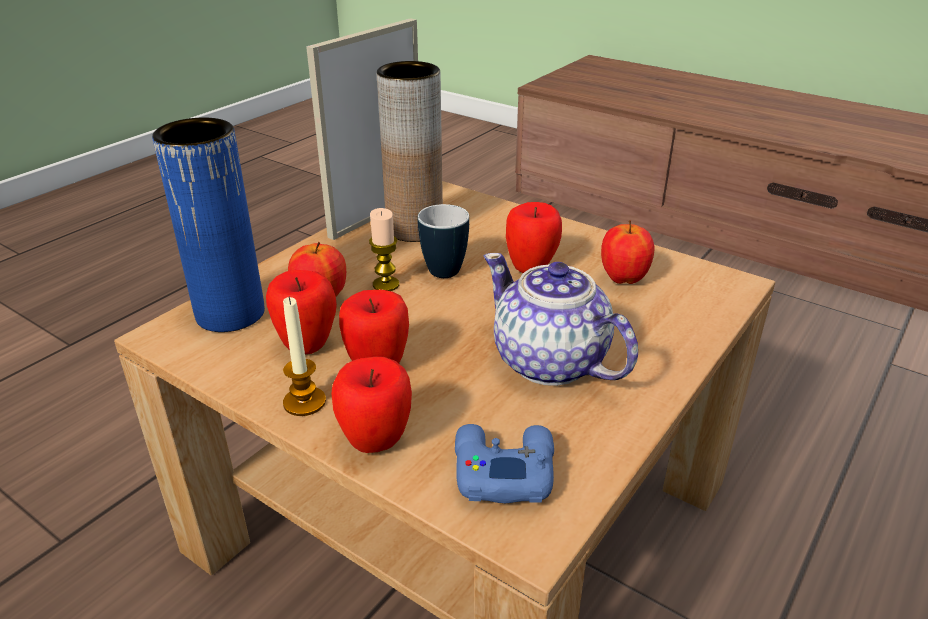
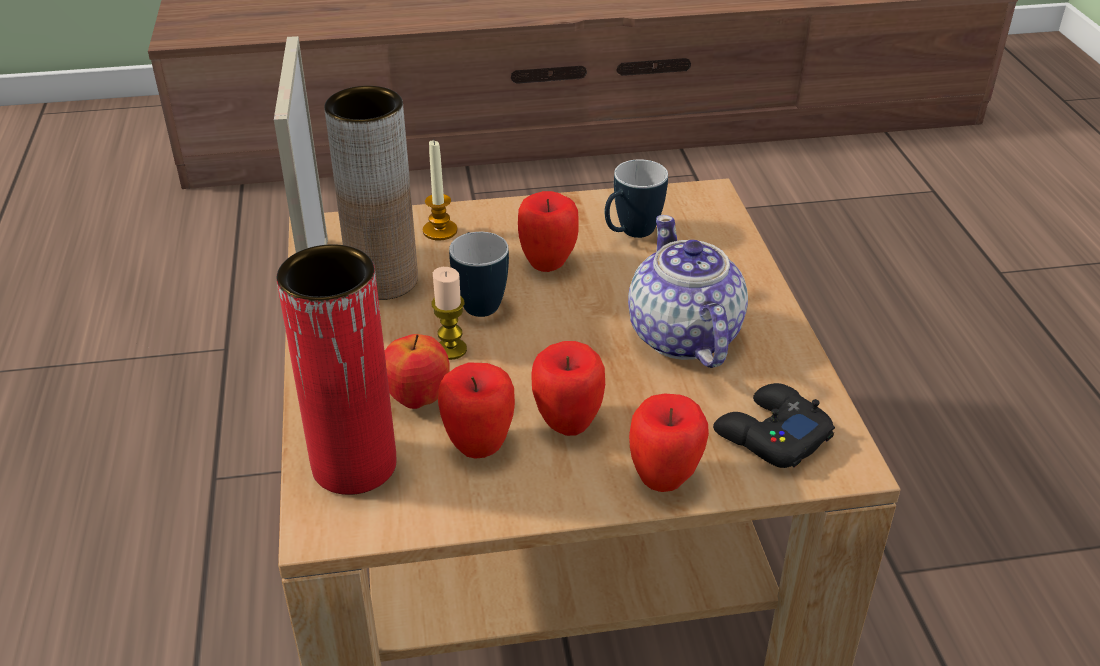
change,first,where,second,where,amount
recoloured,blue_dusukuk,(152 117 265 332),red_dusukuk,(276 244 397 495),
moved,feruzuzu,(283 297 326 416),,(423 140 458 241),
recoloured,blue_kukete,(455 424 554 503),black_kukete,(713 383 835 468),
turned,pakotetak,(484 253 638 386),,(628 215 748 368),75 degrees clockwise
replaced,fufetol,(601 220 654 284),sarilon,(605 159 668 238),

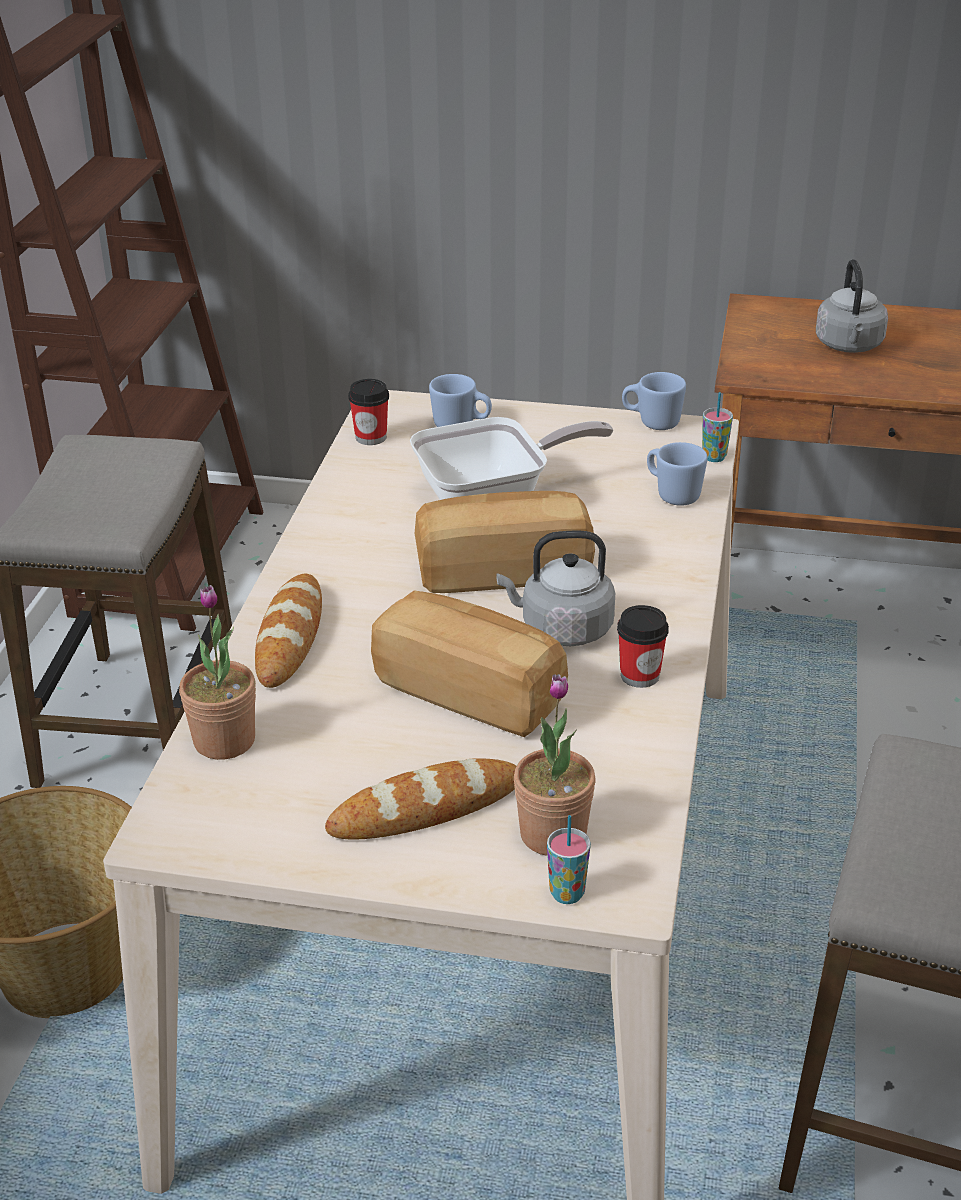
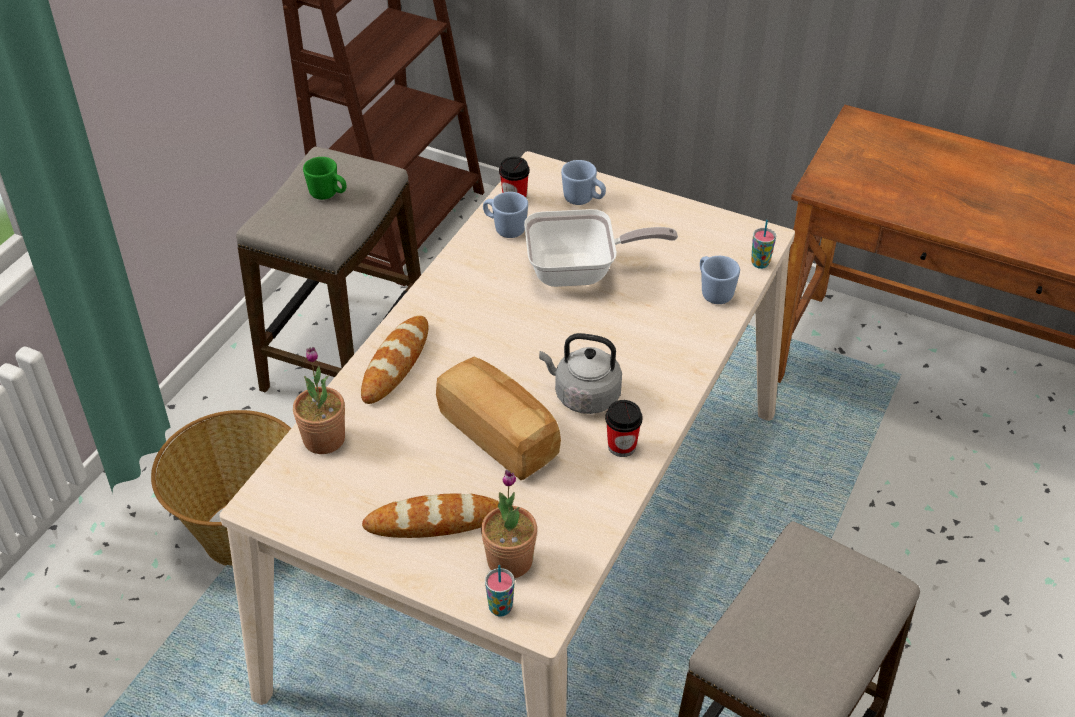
change,first,where,second,where,amount
removed,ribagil,(415 491 595 593),,,
moved,blue_sarilon,(622 372 686 430),,(483 192 528 238),
removed,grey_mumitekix,(816 259 888 353),,,
added,,,green_sarilon,(303 157 346 200),

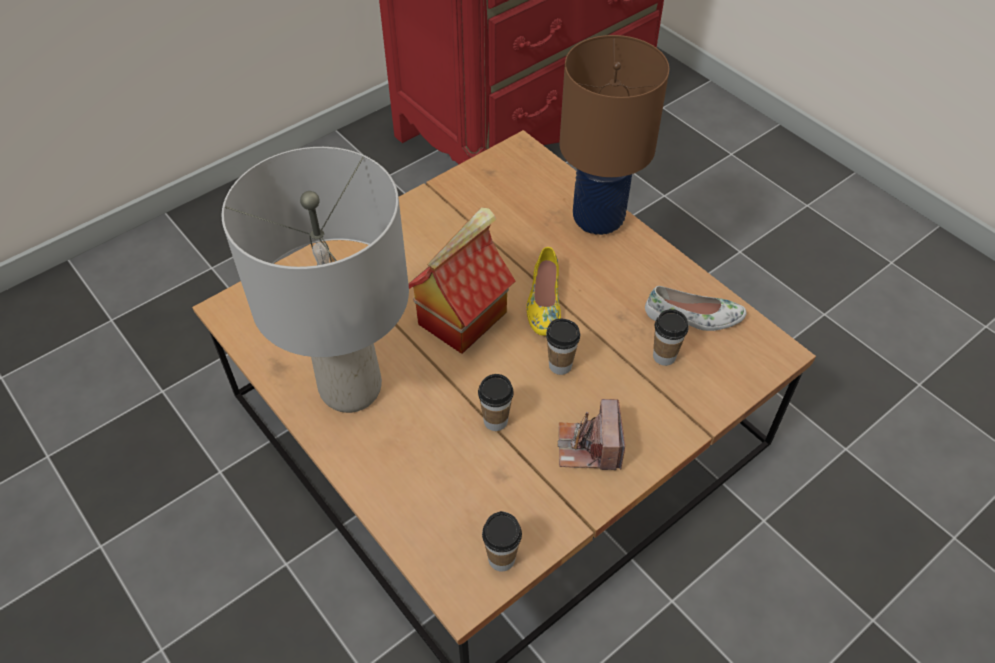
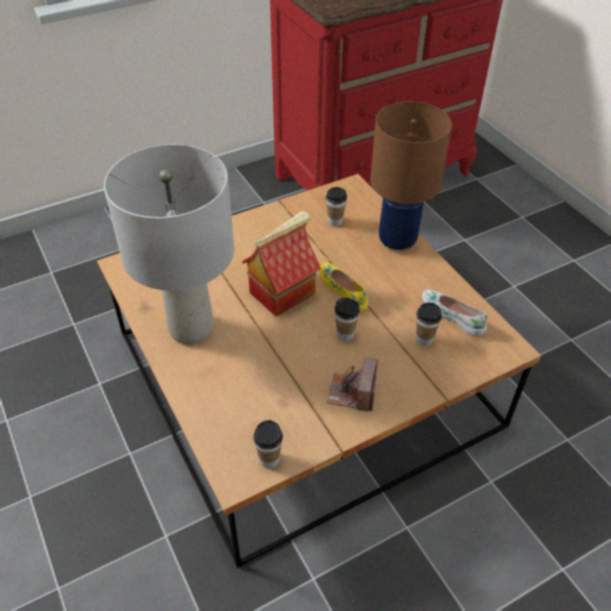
change,first,where,second,where,amount
moved,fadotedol,(478 374 514 431),,(326 187 347 226),
turned,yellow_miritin,(526 247 561 336),,(320 262 368 312),135 degrees clockwise
turned,white_miritin,(645 286 747 331),,(422 289 487 337),150 degrees counterclockwise

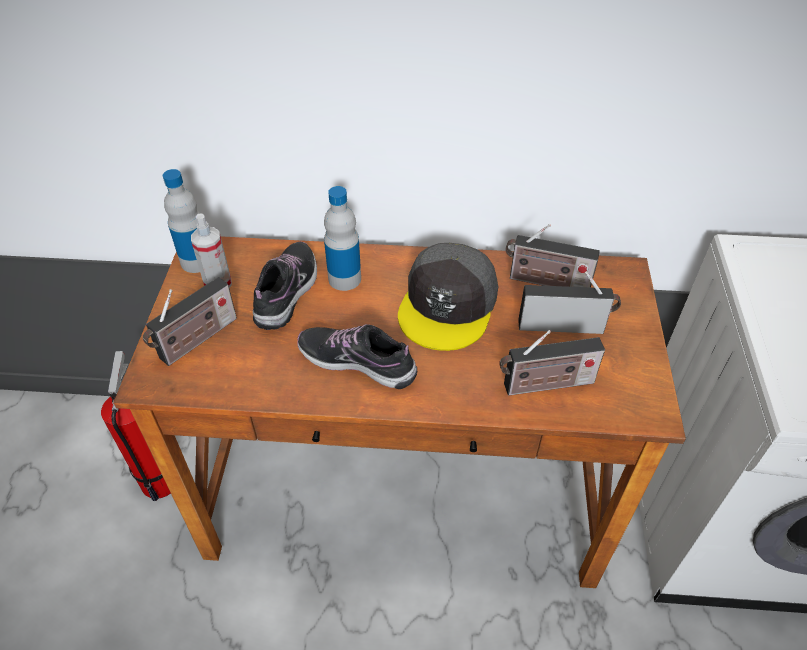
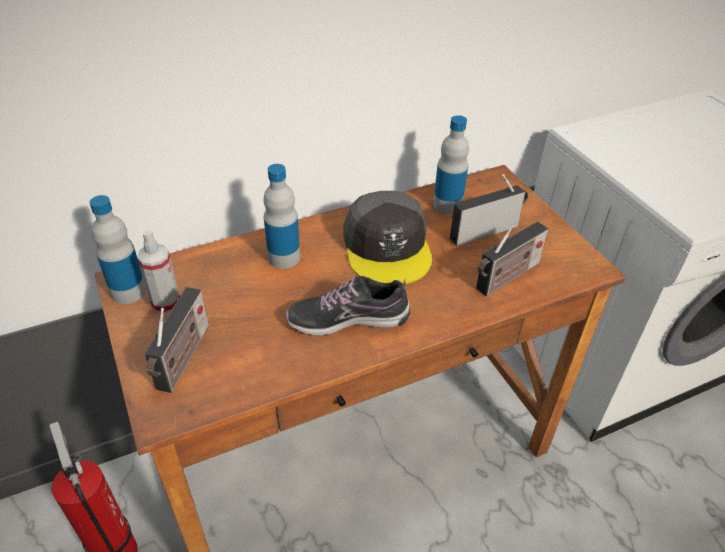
change,first,where,second,where,amount
removed,miritin,(253 242 317 330),,,
replaced,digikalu,(505 224 600 288),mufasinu,(433 115 469 214),

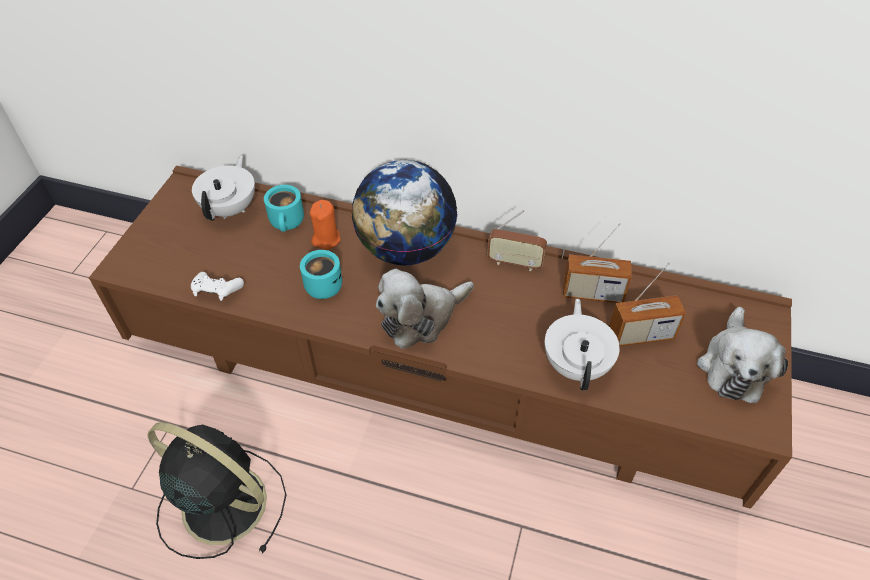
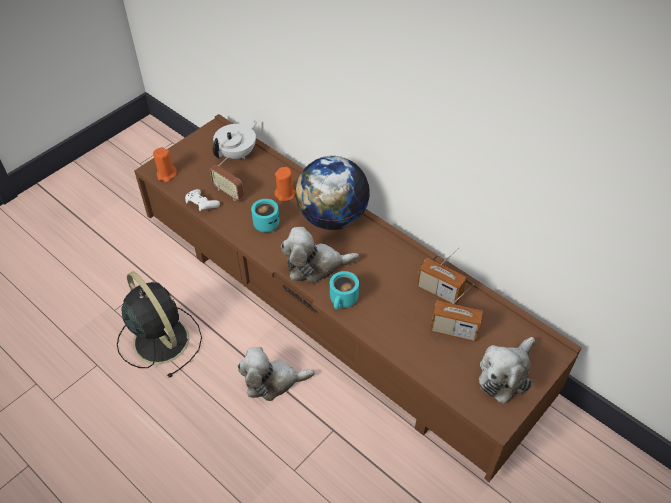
change,first,where,second,where,amount
moved,turquoise_sarilon,(264 185 304 232),,(330 271 359 309),
moved,digikalu,(487 210 547 271),,(210 157 244 201),
removed,white_pakotetak,(545 299 620 391),,,
added,,,orange_feruzuzu,(153 147 177 182),
added,,,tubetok,(238 347 315 401),

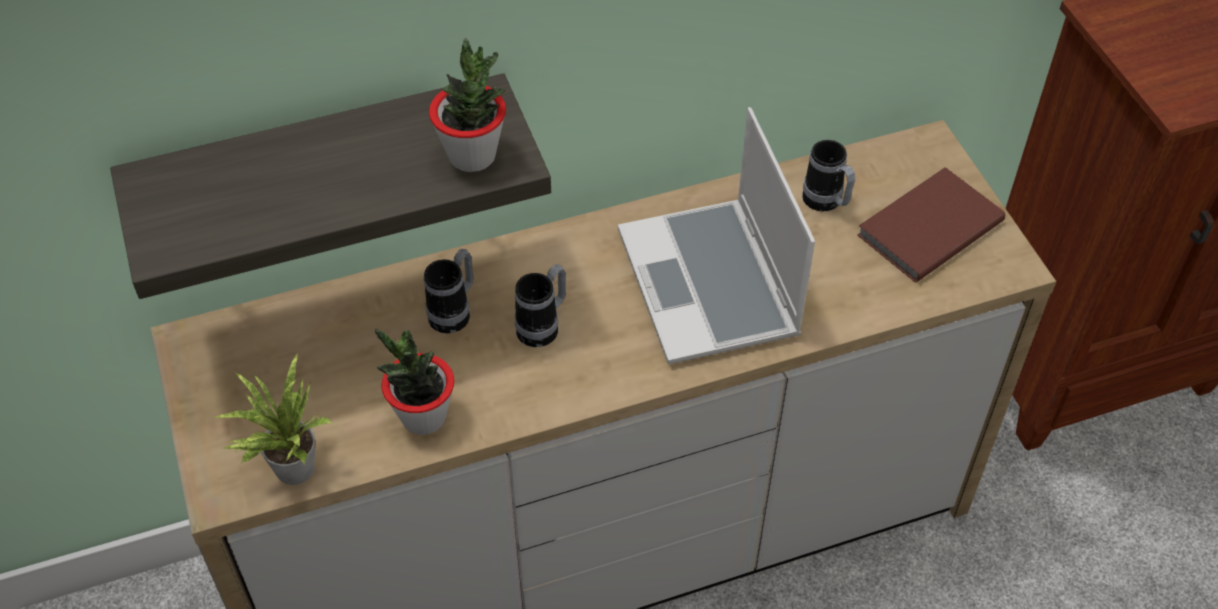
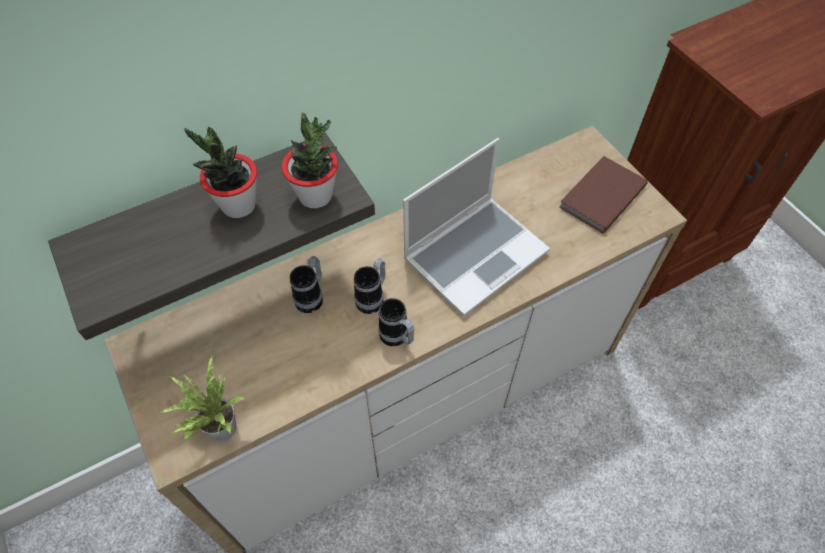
change,first,where,second,where,amount
moved,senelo,(375 328 454 435),,(184 127 257 218),
turned,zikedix,(618 107 815 365),,(403 138 550 316),105 degrees counterclockwise
moved,sarilon,(802 140 855 211),,(378 298 414 346),

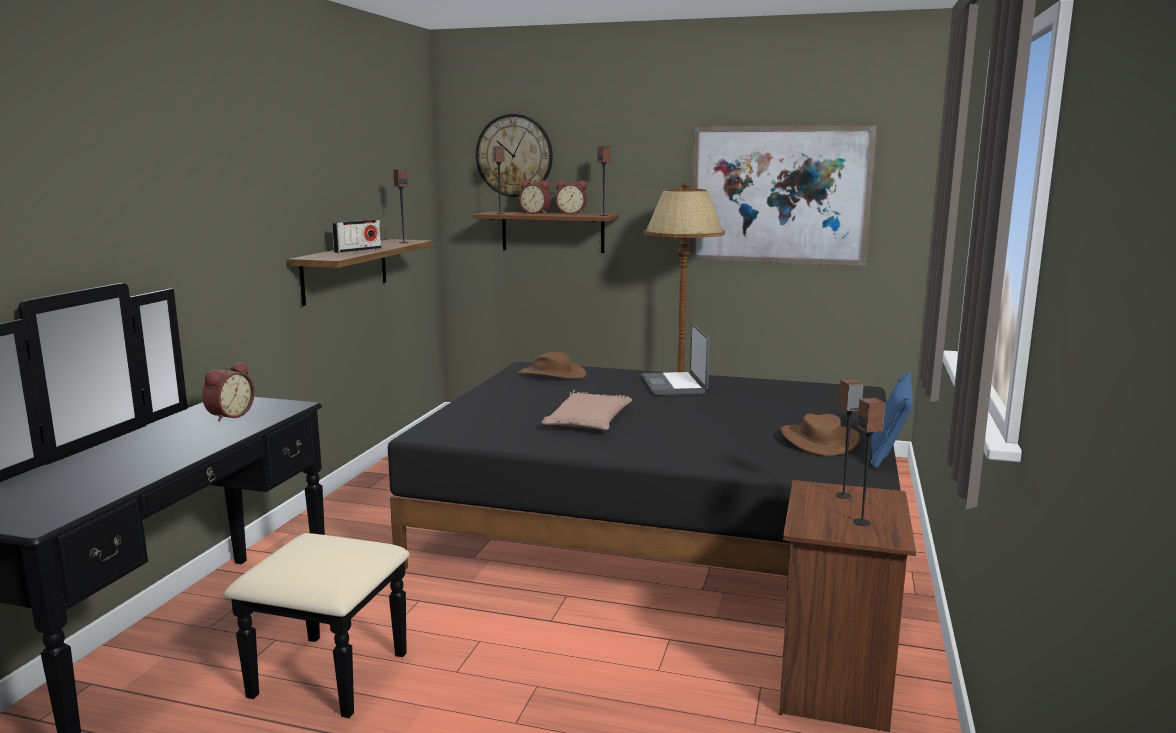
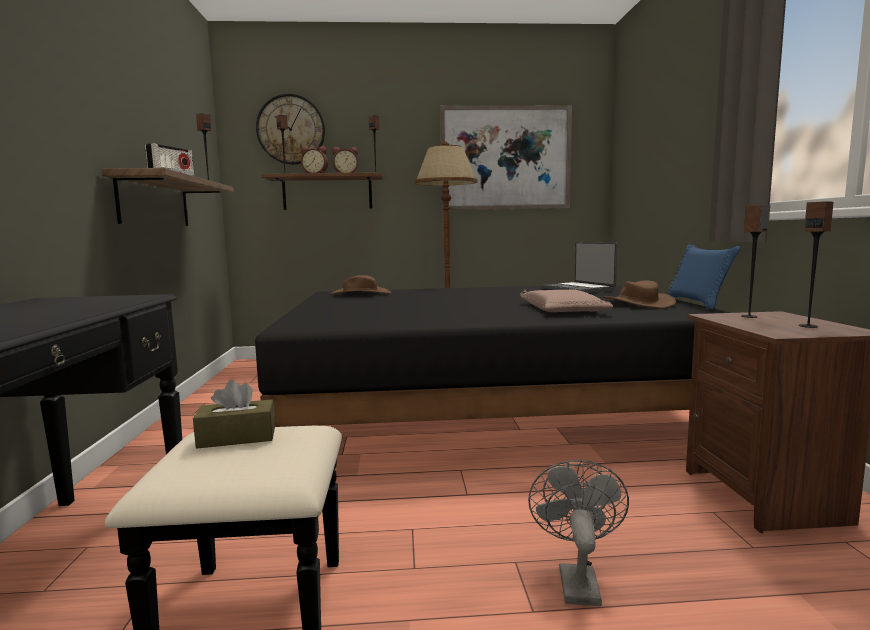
change,first,where,second,where,amount
removed,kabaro,(202 362 255 422),,,
moved,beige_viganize,(541 390 632 431),,(520 289 613 312),
moved,zikedix,(641 324 710 395),,(543 242 618 293),
added,,,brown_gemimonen,(193 380 275 448),
added,,,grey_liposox,(528 460 629 606),

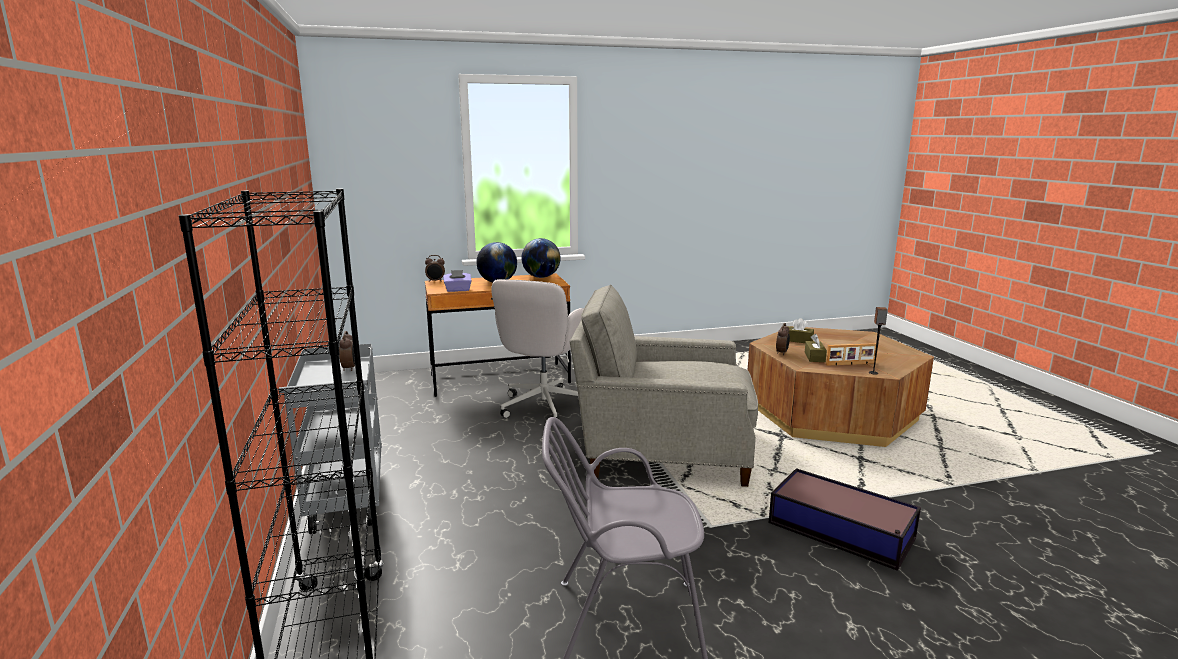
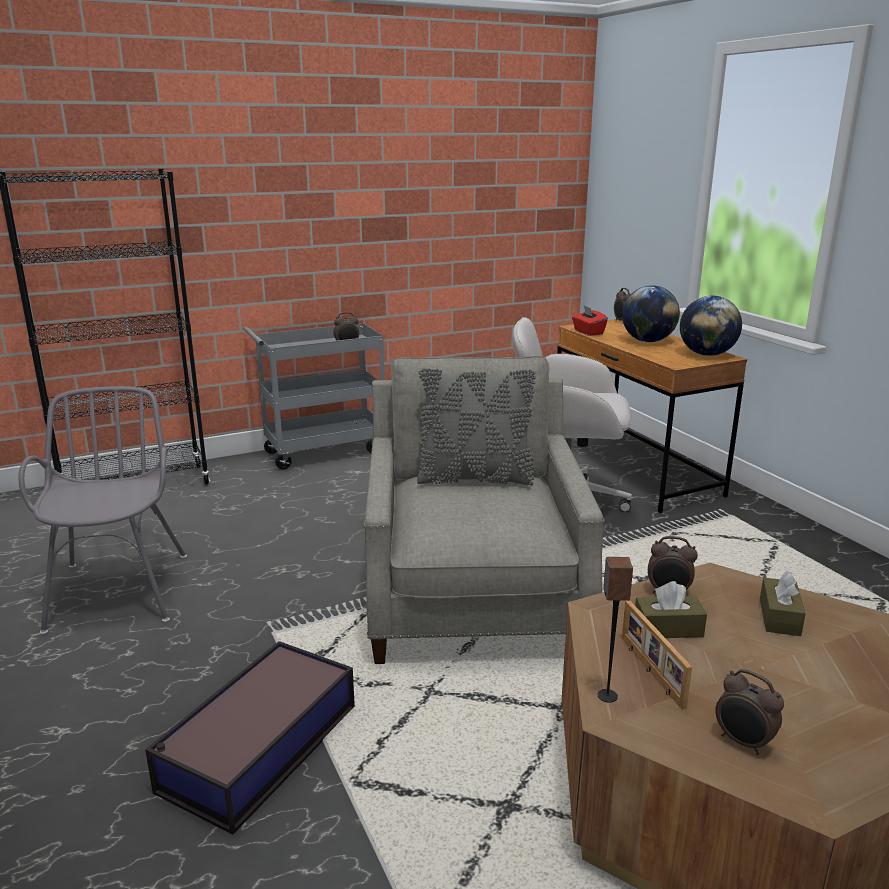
change,first,where,second,where,amount
recoloured,purple_gemimonen,(443 270 472 292),red_gemimonen,(572 306 608 336),
added,,,grey_viganize,(417 368 536 486),
added,,,kabaro,(715 669 784 755),

